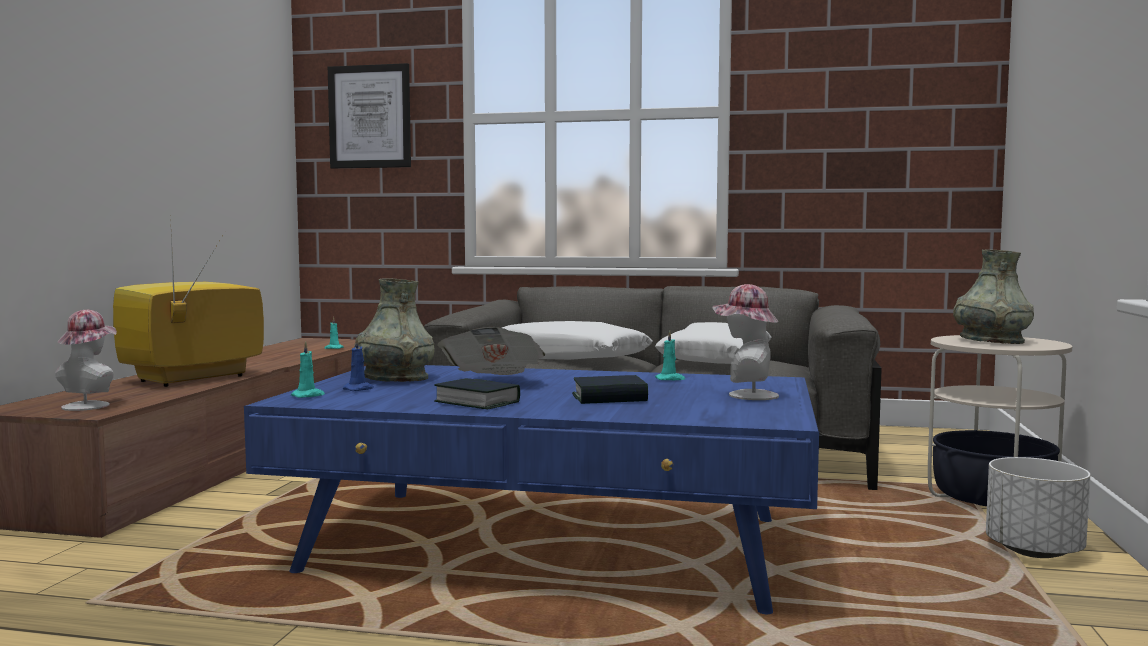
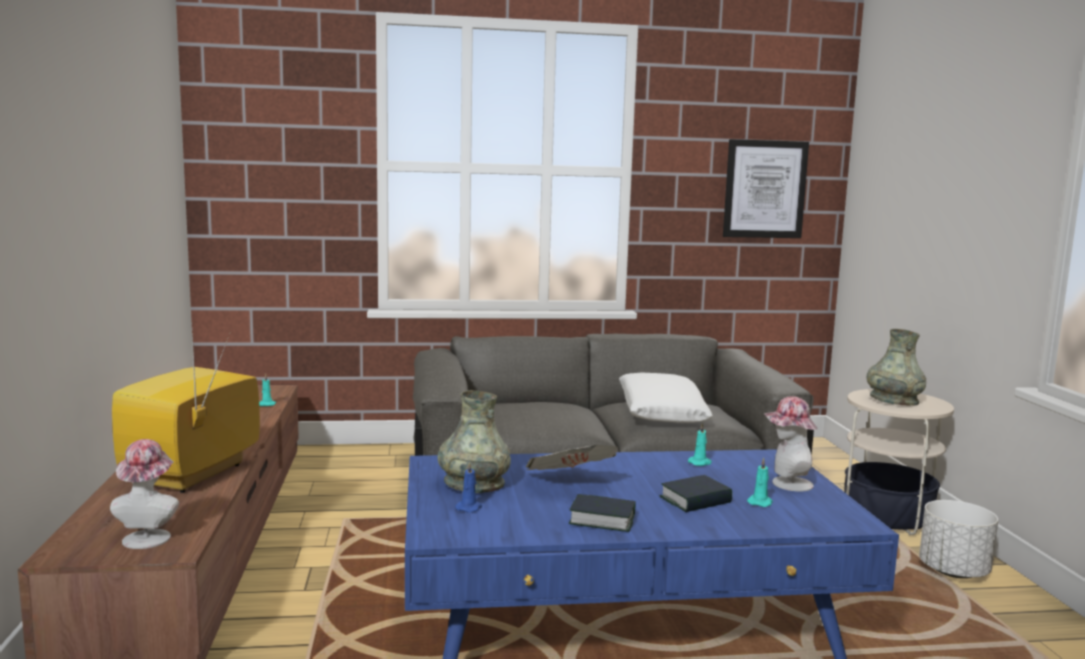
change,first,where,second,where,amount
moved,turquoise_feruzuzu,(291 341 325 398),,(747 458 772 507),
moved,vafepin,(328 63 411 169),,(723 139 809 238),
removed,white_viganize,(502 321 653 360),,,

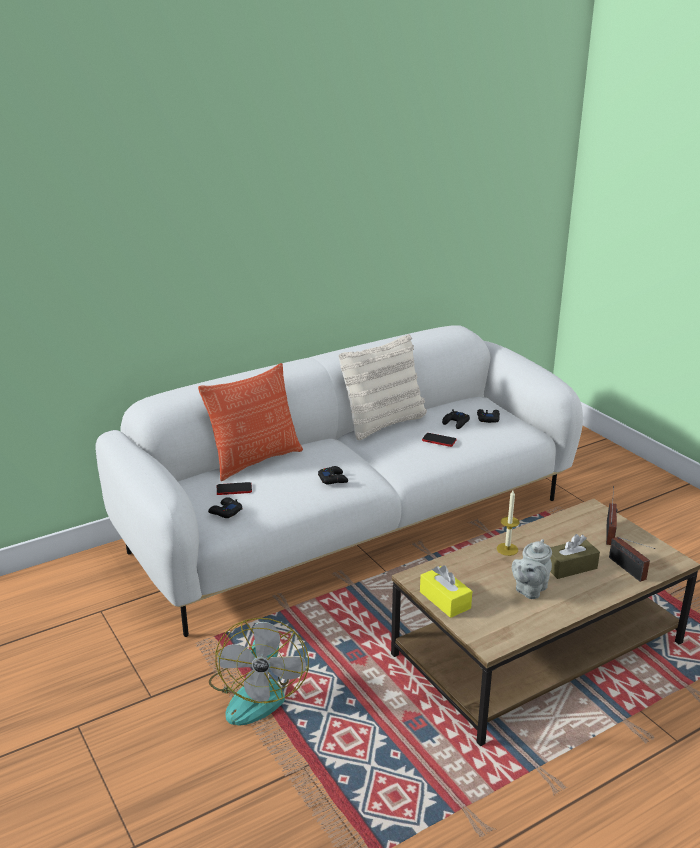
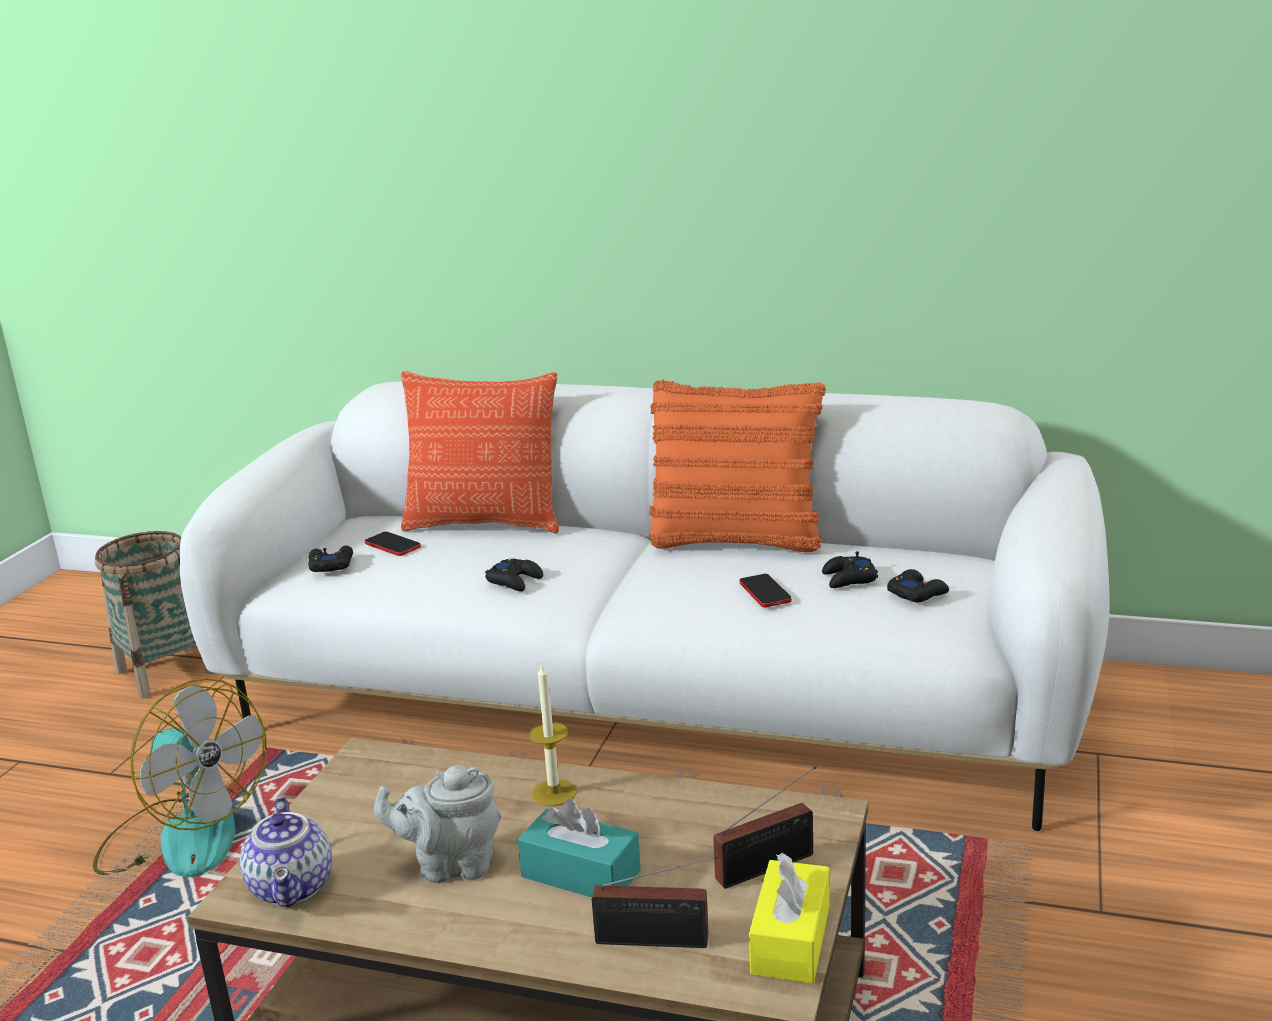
change,first,where,second,where,amount
turned,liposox,(209 618 309 726),,(93 678 267 877),105 degrees counterclockwise
recoloured,beige_viganize,(338 334 427 440),orange_viganize,(649 380 826 552),
moved,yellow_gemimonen,(420 565 472 618),,(749 853 829 983),
recoloured,brown_gemimonen,(550 534 600 579),turquoise_gemimonen,(517 799 641 897),
turned,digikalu,(609 537 655 582),,(592 855 718 948),105 degrees counterclockwise
added,,,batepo,(95 531 214 698),
added,,,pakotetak,(240 797 332 907),

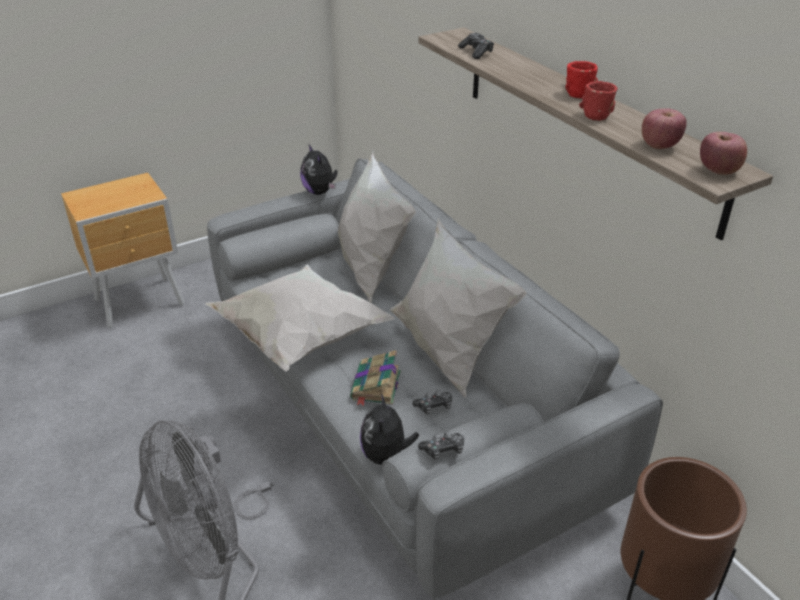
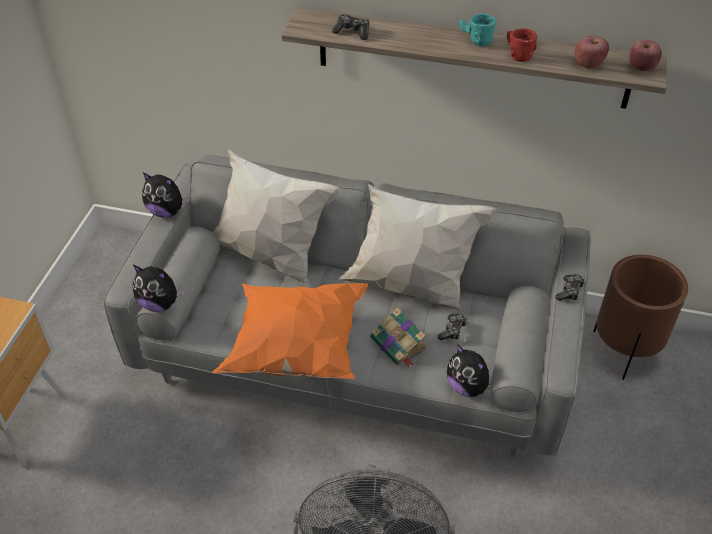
change,first,where,second,where,amount
recoloured,white_viganize,(205 264 395 371),orange_viganize,(213 283 368 379),
moved,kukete,(418 431 464 460),,(555 274 585 301),
recoloured,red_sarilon,(566 61 598 98),turquoise_sarilon,(459 14 496 46),
added,,,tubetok,(133 265 185 312),

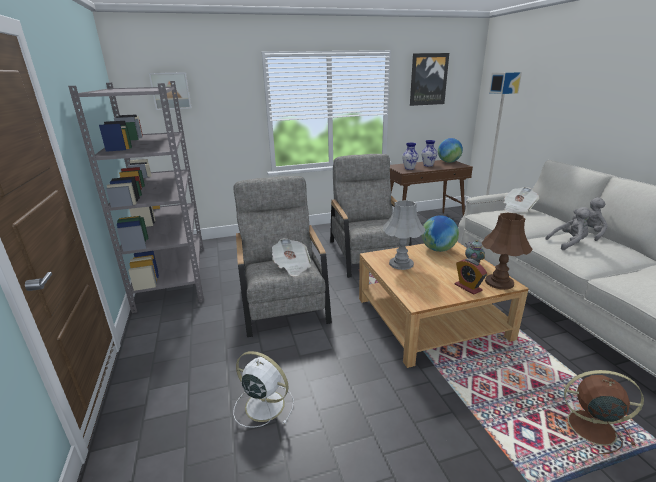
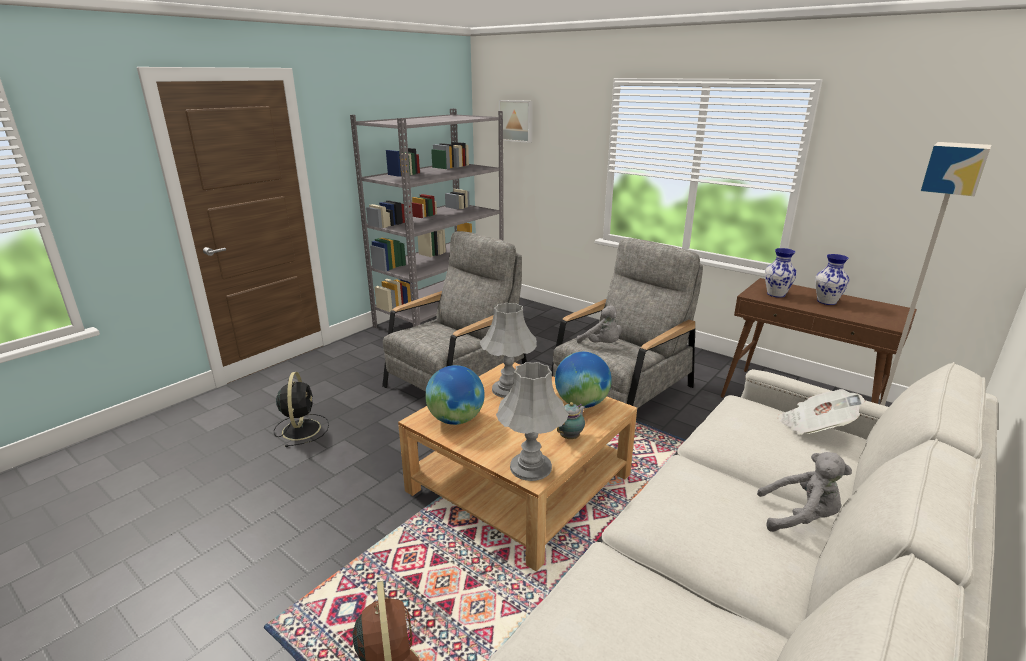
change,first,where,second,where,amount
recoloured,white_liposox,(233 351 294 428),black_liposox,(274 372 329 447),
removed,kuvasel,(272 238 312 277),,,
removed,vafepin,(410 53 449 106),,,
moved,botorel,(438 138 463 163),,(425 365 485 425),
removed,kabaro,(455 258 487 295),,,
recoloured,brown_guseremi,(482 212 533 290),grey_guseremi,(496 362 569 481),
moved,grey_tubetok,(545 207 593 250),,(577 305 622 343),

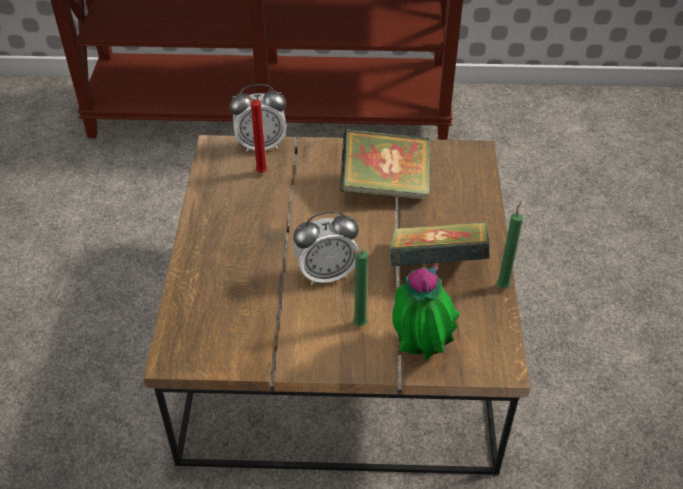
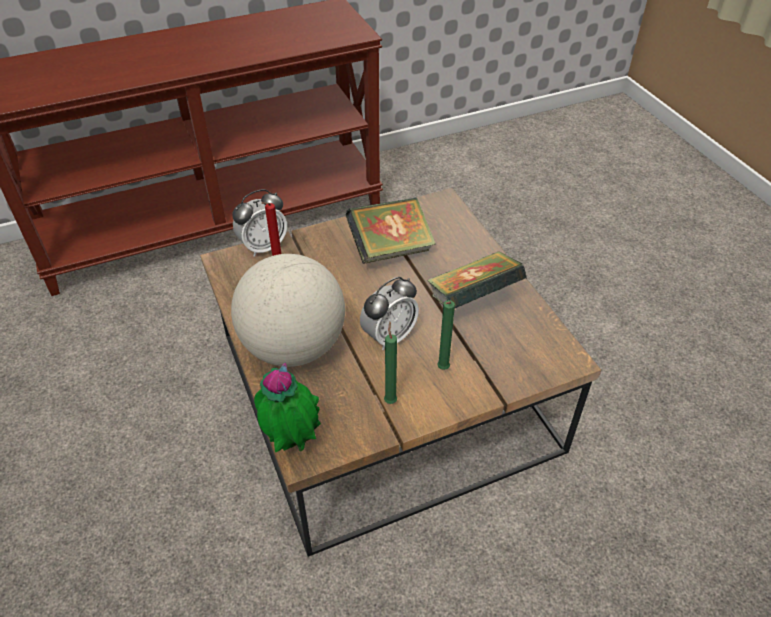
change,first,where,second,where,amount
moved,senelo,(392 264 460 361),,(254 362 321 452),
moved,green_feruzuzu,(497 200 523 289),,(384 322 397 404),
added,,,botorel,(231 254 345 367),

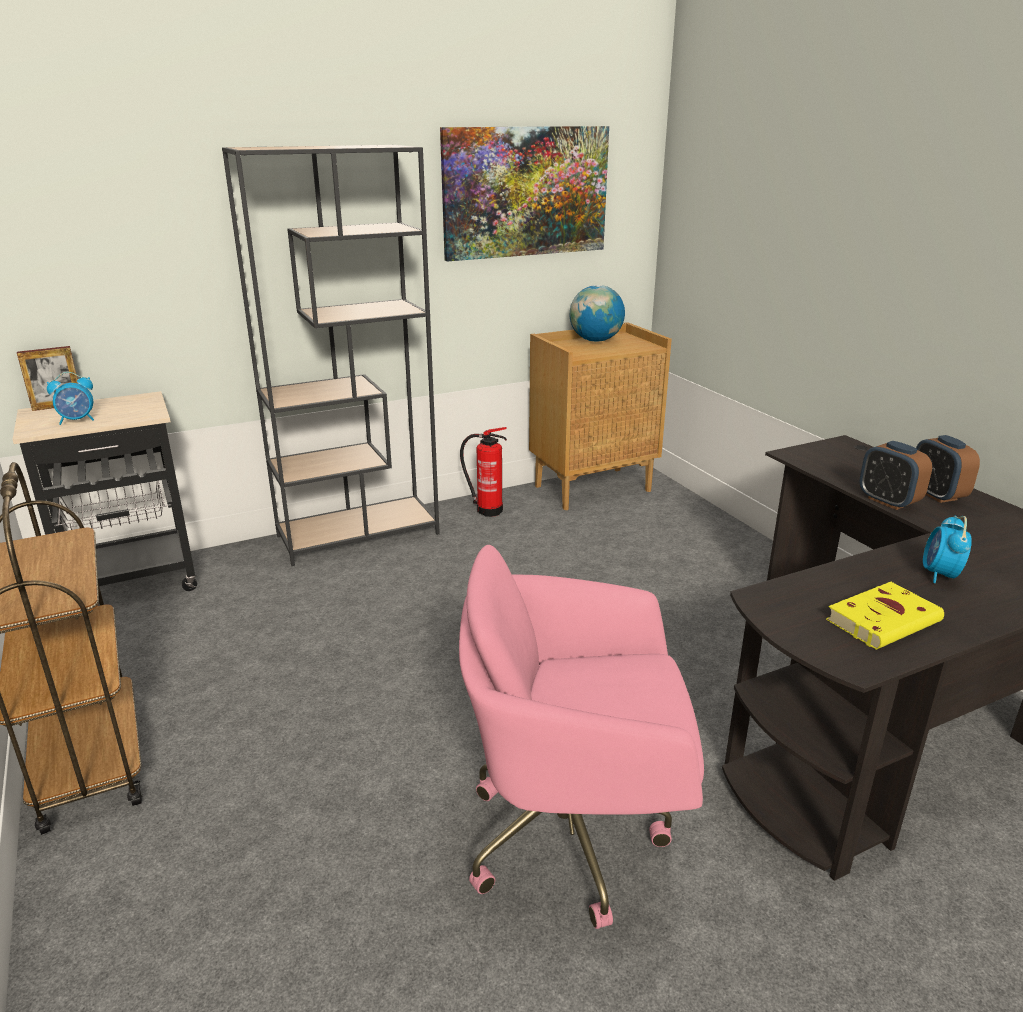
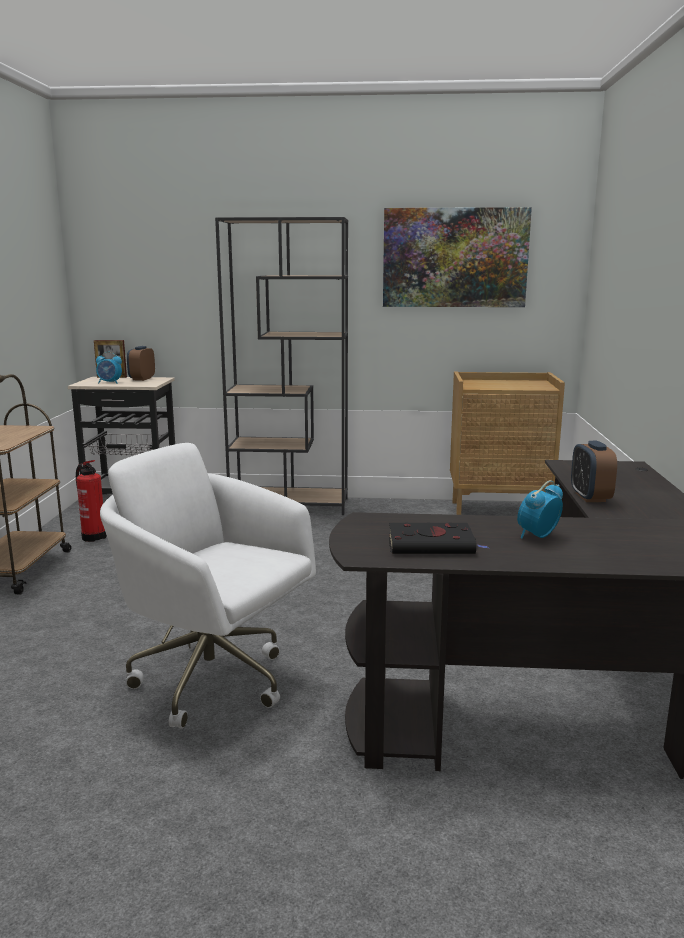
change,first,where,second,where,amount
recoloured,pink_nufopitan,(459 545 704 929),white_nufopitan,(100 443 316 729),
moved,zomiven,(460 427 507 517),,(76 460 107 542),
removed,botorel,(570 285 625 342),,,
recoloured,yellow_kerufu,(826 582 944 650),black_kerufu,(389 523 488 554),
moved,kabaro,(916 435 980 503),,(127 346 155 381),

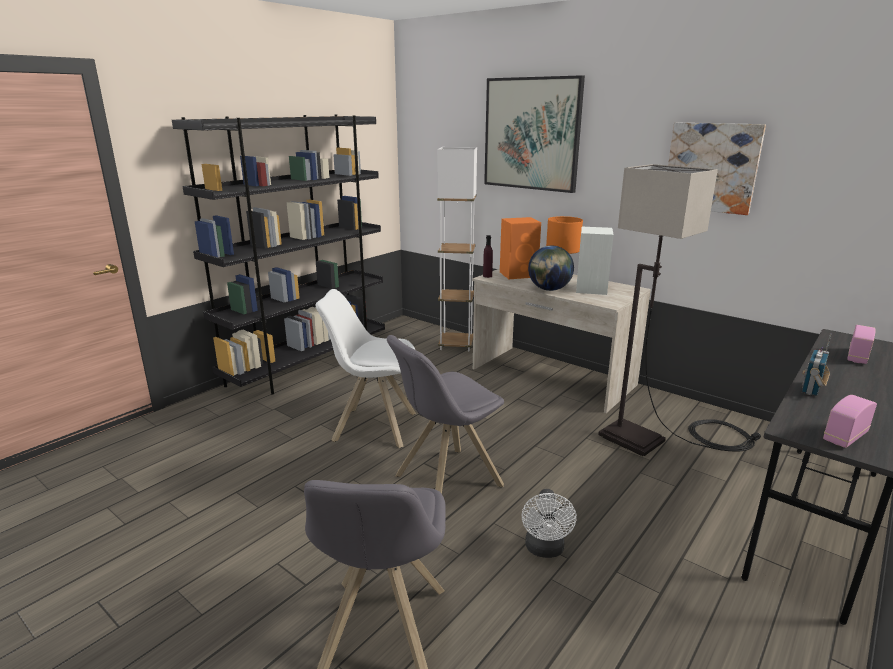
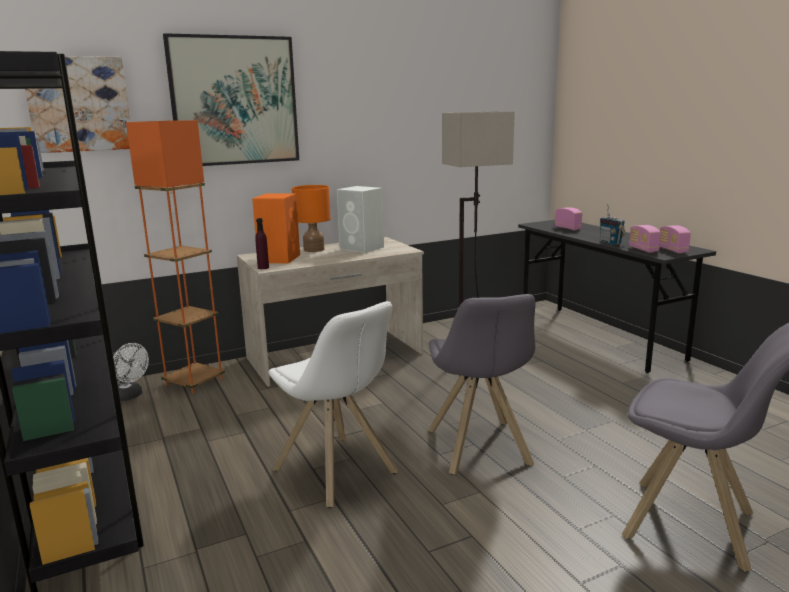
change,first,where,second,where,amount
turned,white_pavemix,(316 289 416 448),,(268 301 398 508),75 degrees counterclockwise
recoloured,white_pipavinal,(437 147 477 352),orange_pipavinal,(126 120 225 394),
moved,white_liposox,(522 489 577 558),,(112 343 149 401),
removed,botorel,(528 245 574 291),,,
moved,vafepin,(668 123 766 215),,(25 56 131 153),
added,,,digikalu,(629 225 661 253),

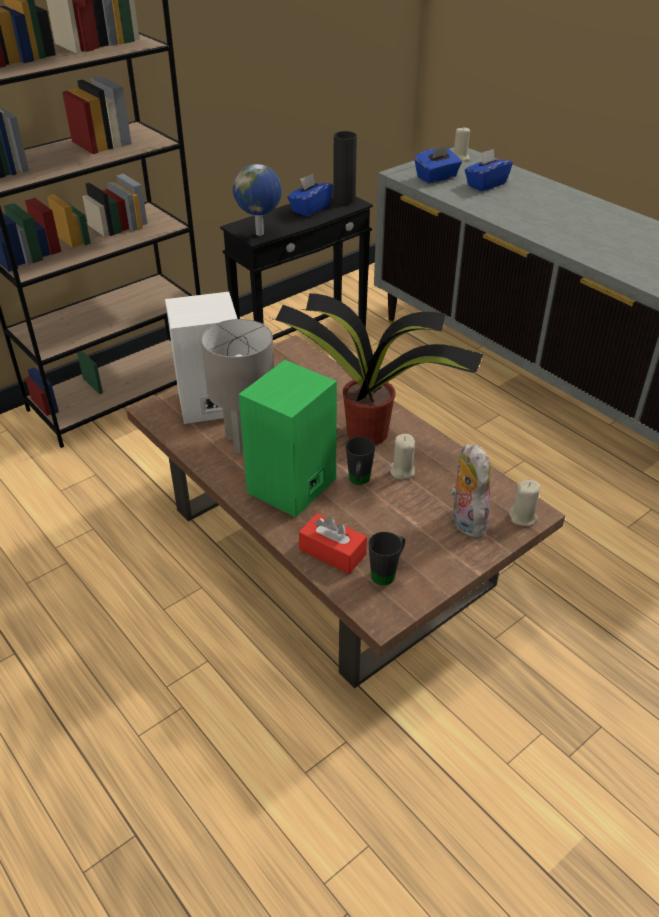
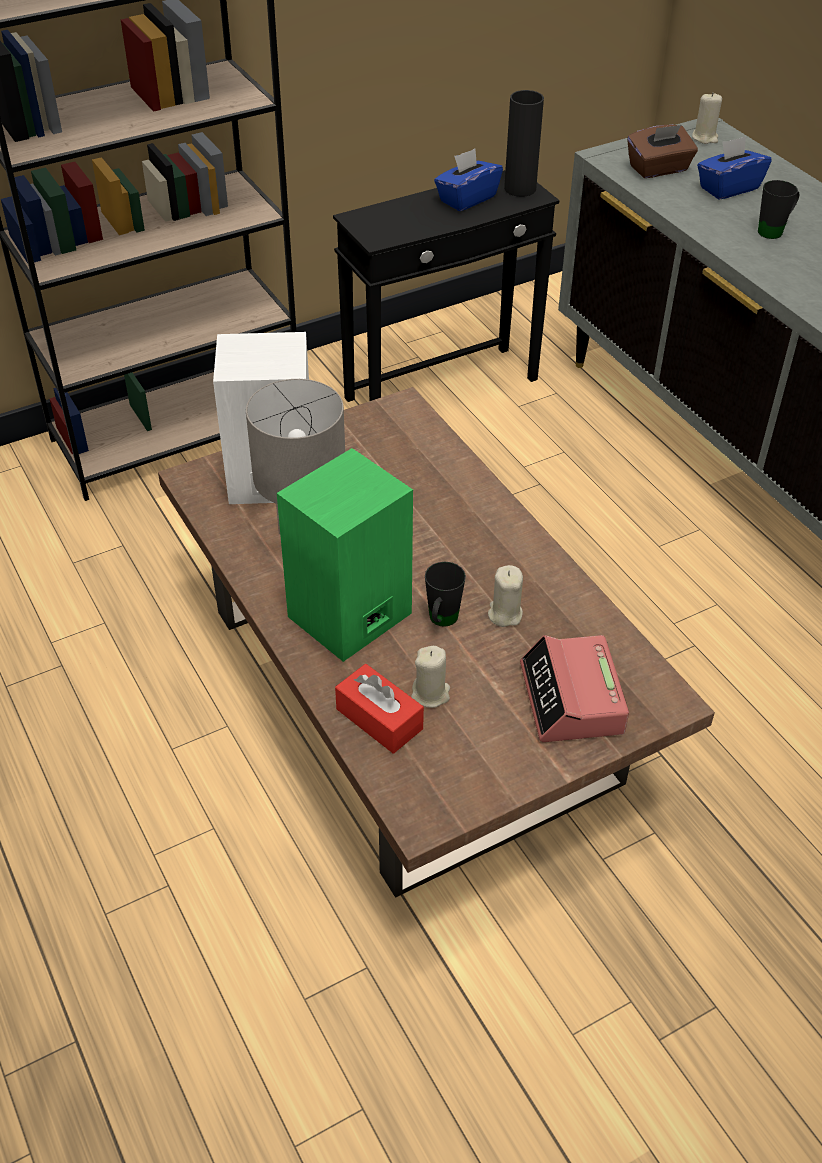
change,first,where,second,where,amount
removed,botorel,(233 164 282 236),,,
removed,senelo,(271 293 483 445),,,
moved,black_sarilon,(368 532 405 585),,(758 180 799 239),
recoloured,blue_gemimonen,(414 145 462 184),brown_gemimonen,(627 124 698 178),
replaced,tubetok,(450 444 491 538),kabaro,(520 635 629 742),
moved,beige_feruzuzu,(509 480 540 526),,(411 646 450 708),

